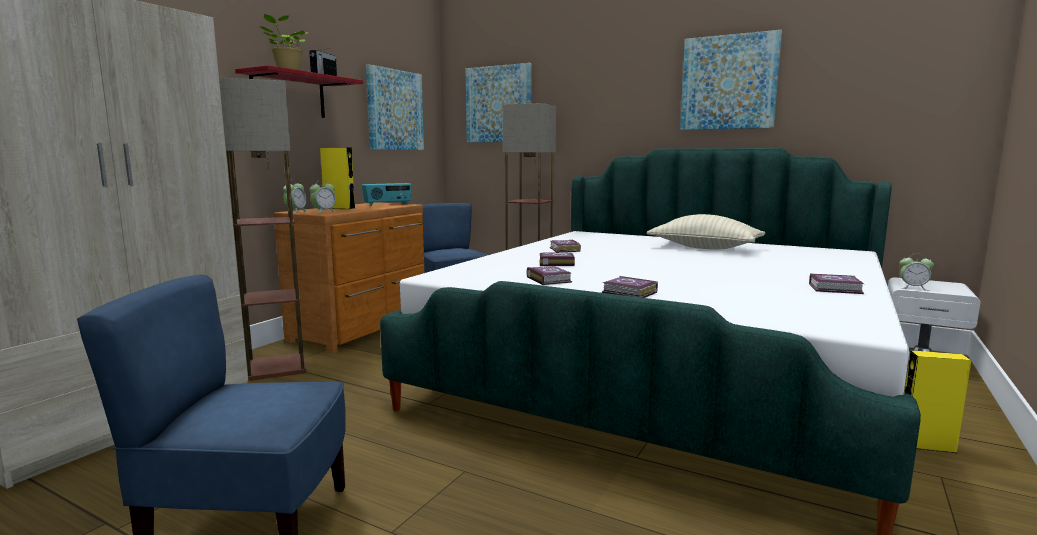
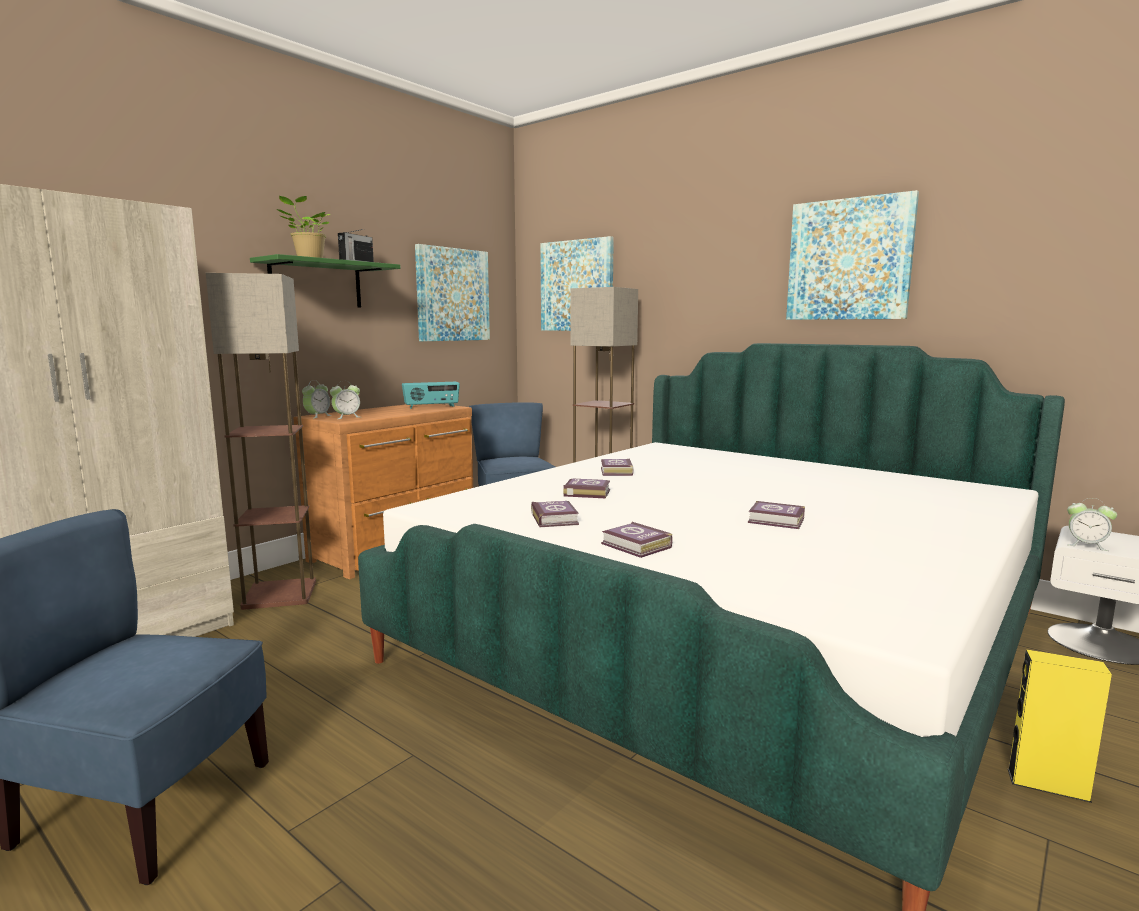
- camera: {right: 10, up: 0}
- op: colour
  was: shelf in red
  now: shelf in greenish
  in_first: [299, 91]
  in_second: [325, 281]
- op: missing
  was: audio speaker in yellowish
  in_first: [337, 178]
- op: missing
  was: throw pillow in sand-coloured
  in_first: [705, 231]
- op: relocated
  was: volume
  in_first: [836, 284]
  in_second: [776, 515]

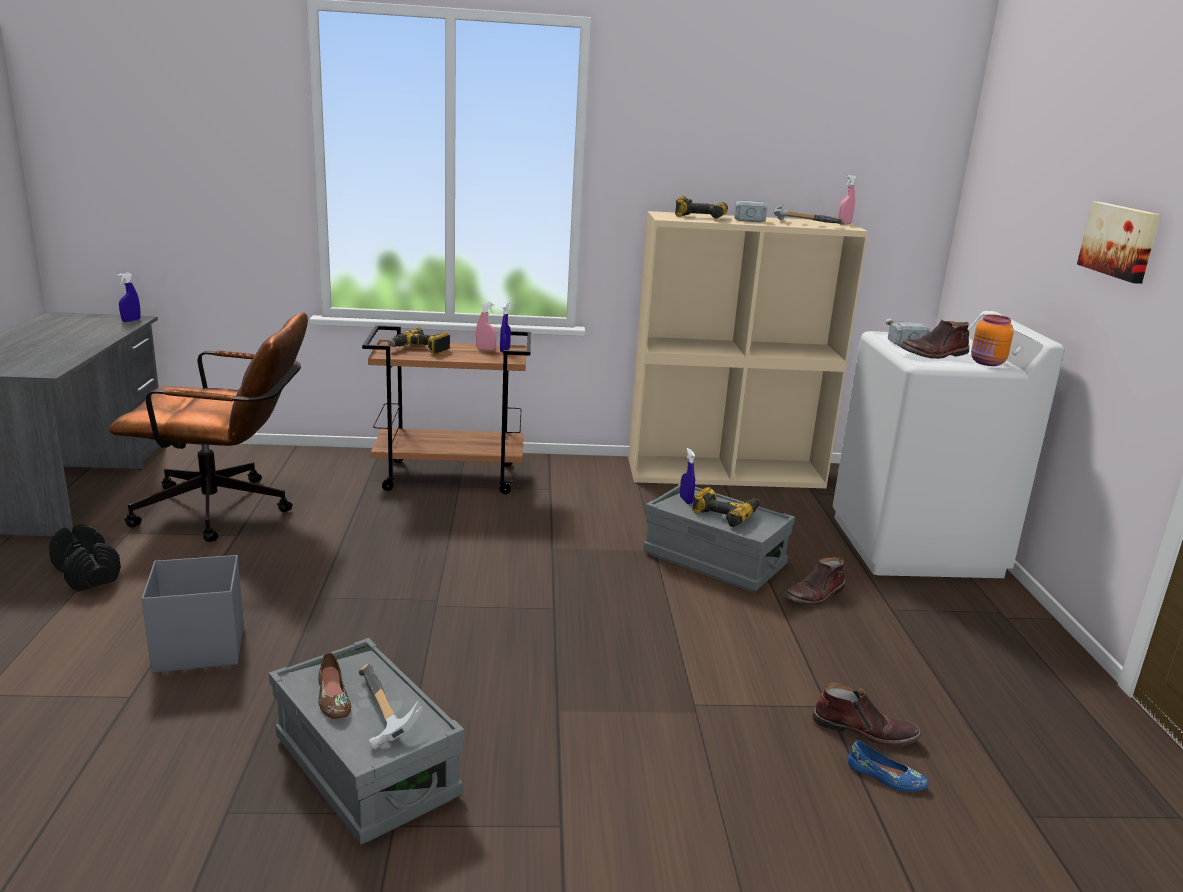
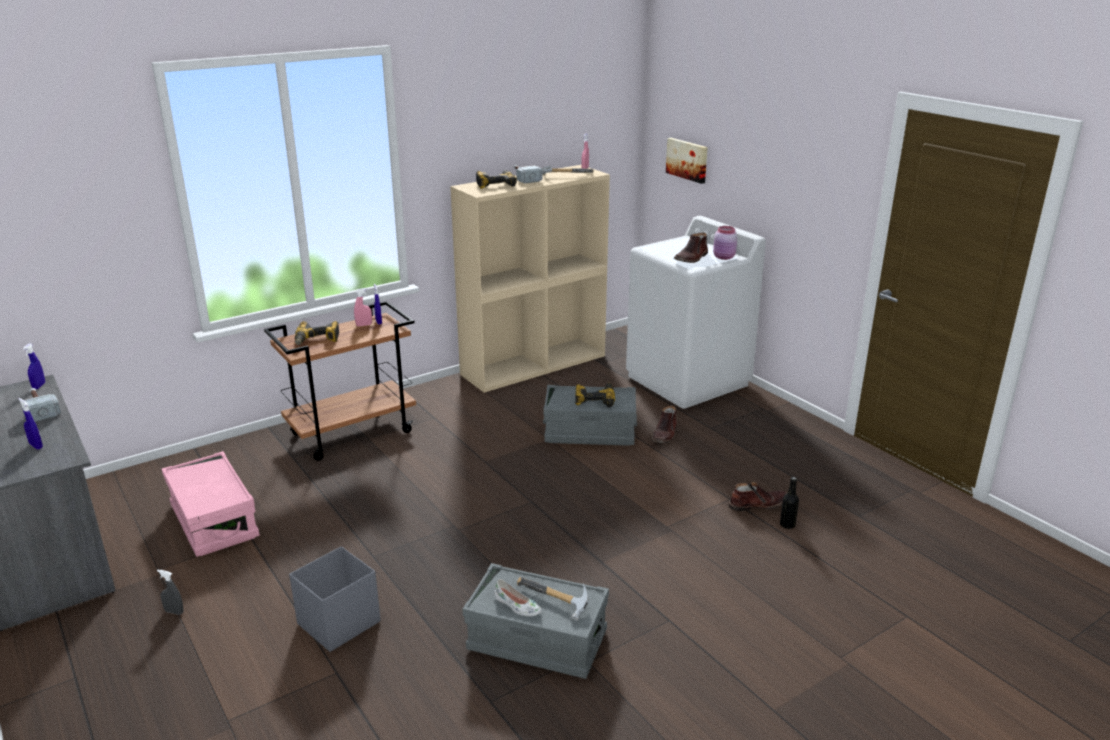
- camera: {right: -30, up: 5}
- op: exchanged
  was: hand weight in black
  now: hand sprayer in greyish
  in_first: [85, 558]
  in_second: [170, 592]
- op: exchanged
  was: desk chair in brown
  now: storage container in pink-coloured
  in_first: [208, 427]
  in_second: [211, 504]
- op: colour
  was: low shoe in brown
  now: low shoe in whitish
  in_first: [334, 685]
  in_second: [518, 597]
- op: relocated
  was: hand sprayer in blue-coloured
  in_first: [687, 476]
  in_second: [30, 423]
- op: exchanged
  was: low shoe in blue-coloured
  now: beverage bottle in black
  in_first: [888, 765]
  in_second: [789, 503]
- op: relocated
  was: tool hammer
  in_first: [908, 332]
  in_second: [41, 405]
- op: colour
  was: storage jar in orange
  now: storage jar in pink-coloured
  in_first: [992, 340]
  in_second: [725, 243]
- op: relocated
  was: wall art
  in_first: [1119, 242]
  in_second: [687, 161]

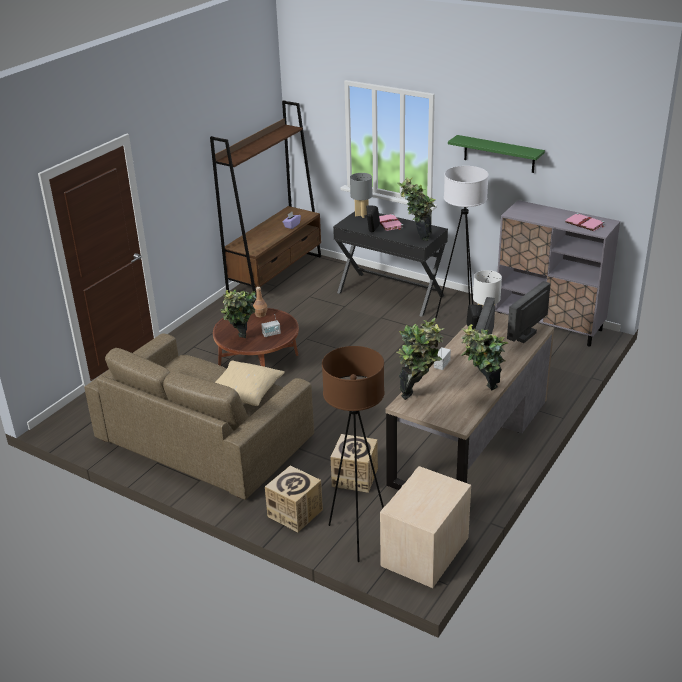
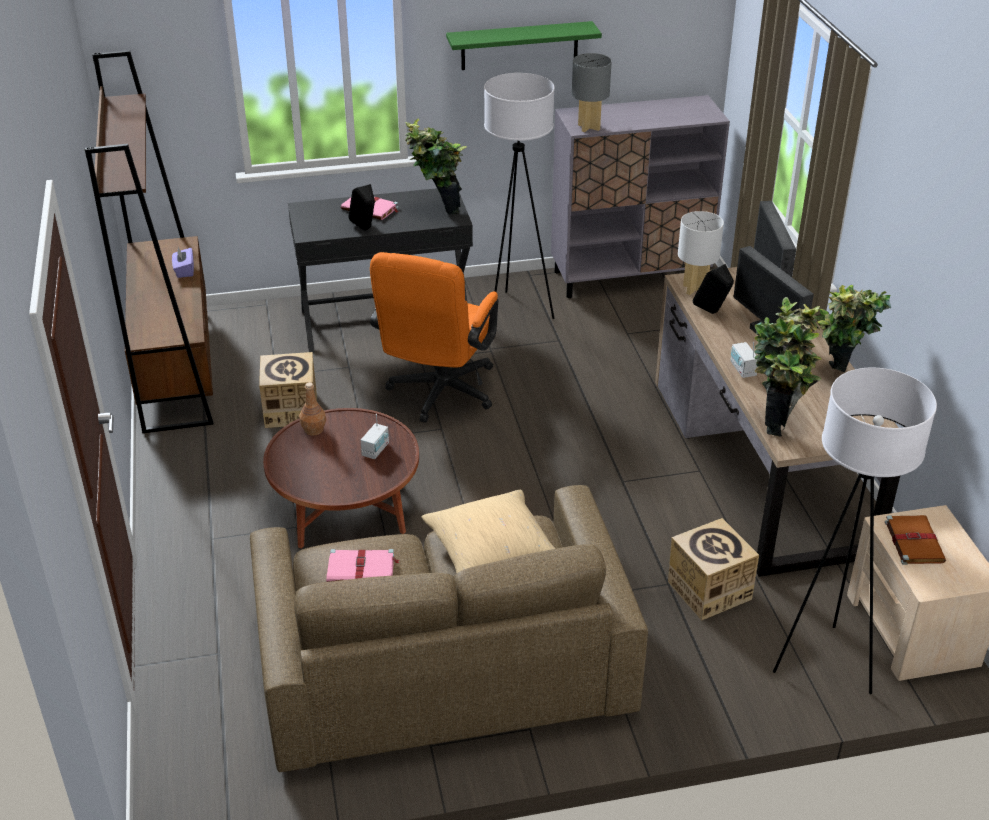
- camera: {right: -45, up: 5}
- op: missing
  was: potted plant
  in_first: [238, 314]
- op: relocated
  was: packing box
  in_first: [294, 498]
  in_second: [288, 390]
- op: colour
  was: standing lamp in brown
  now: standing lamp in whitish
  in_first: [353, 454]
  in_second: [855, 531]
- op: relocated
  was: tabletop lamp in greyish
  in_first: [361, 195]
  in_second: [592, 92]
- op: relocated
  was: volume in pink-coloured
  in_first: [585, 222]
  in_second: [362, 565]
- op: appeared
  now: desk chair in orange
  in_second: [434, 337]
- op: appeared
  now: volume in brown
  in_second: [915, 540]

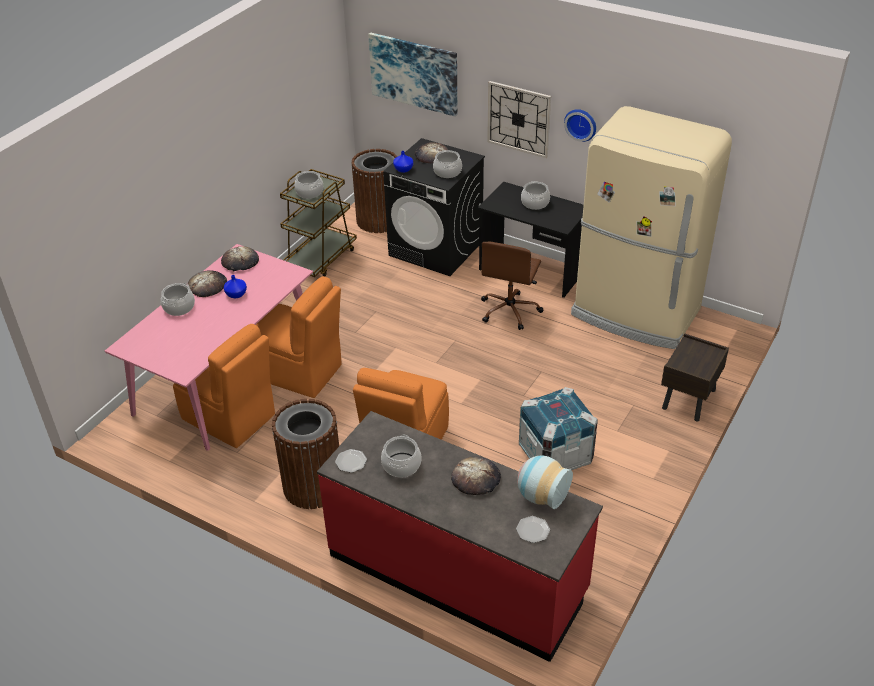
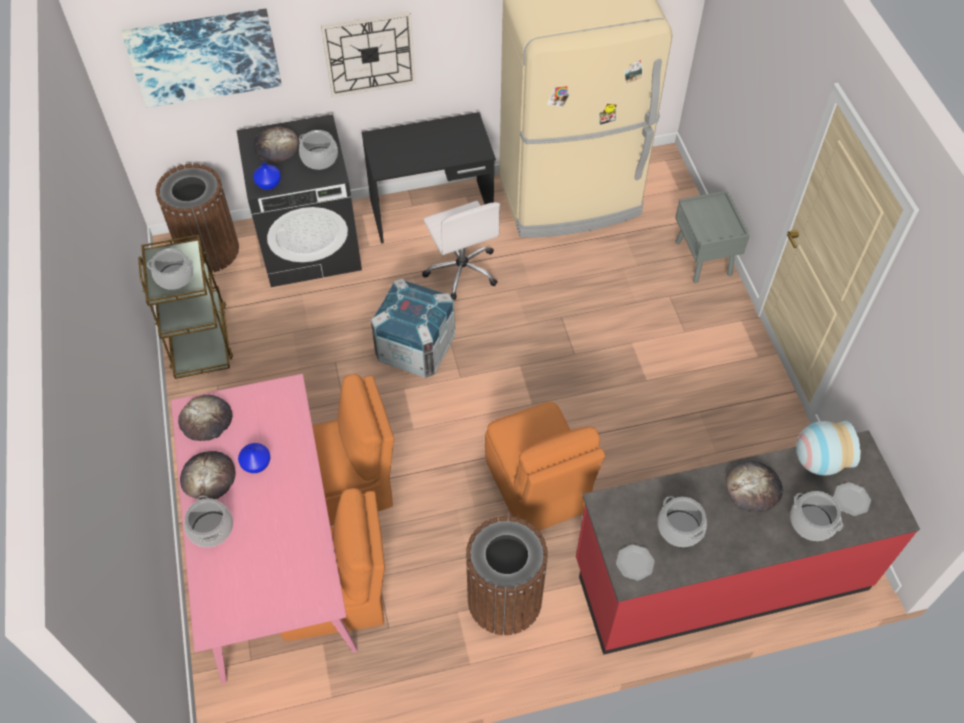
- camera: {right: -45, up: 15}
- op: colour
  was: desk chair in brown
  now: desk chair in whitish
  in_first: [512, 285]
  in_second: [461, 250]
- op: relocated
  was: packing crate
  in_first: [558, 428]
  in_second: [413, 328]
- op: relocated
  was: cooking pot
  in_first: [535, 195]
  in_second: [816, 516]
- op: missing
  was: hanging clock
  in_first: [580, 125]
- op: colour
  was: bedside table in brown
  now: bedside table in greyish
  in_first: [695, 377]
  in_second: [712, 237]

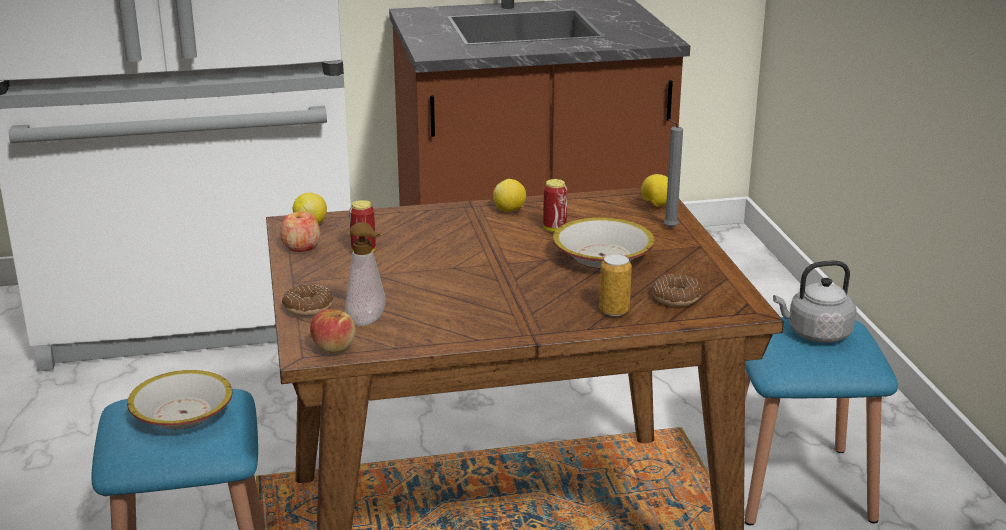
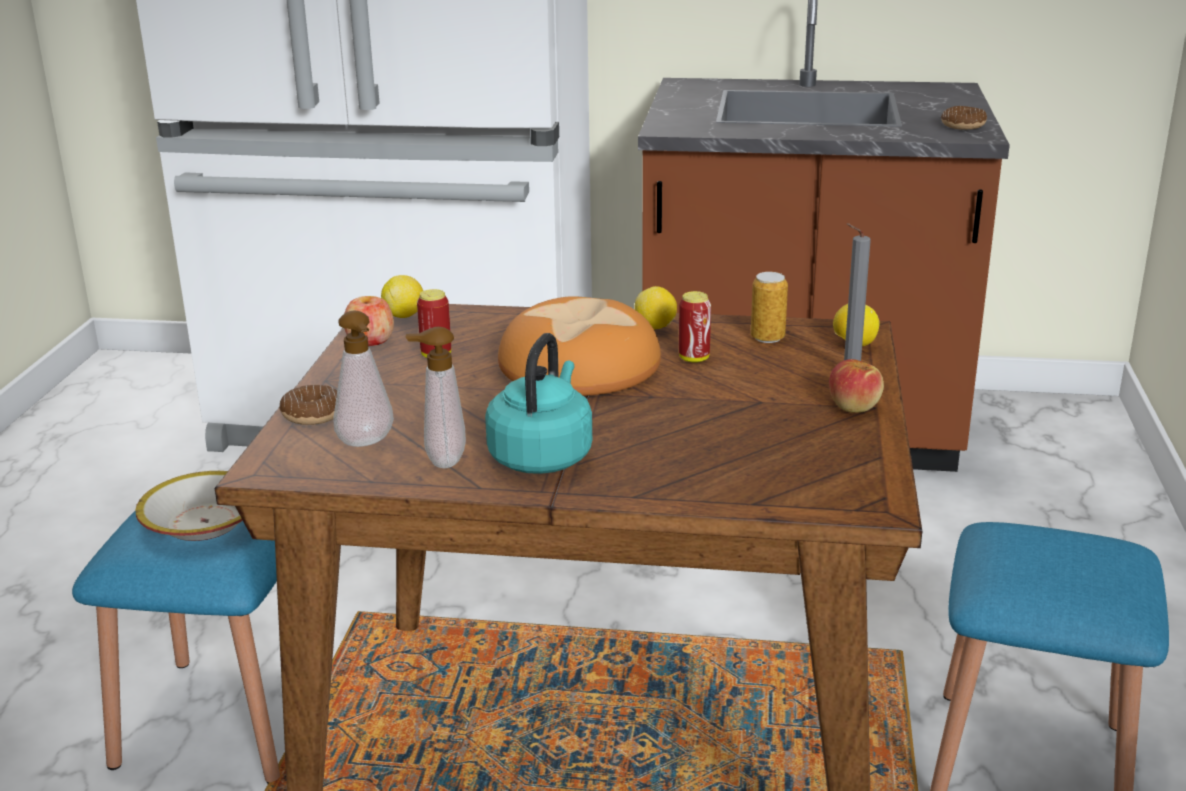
- camera: {right: 20, up: 0}
- op: relocated
  was: apple
  in_first: [332, 331]
  in_second: [856, 386]
- op: missing
  was: bowl
  in_first: [604, 243]
- op: relocated
  was: metal can
  in_first: [615, 285]
  in_second: [769, 307]
- op: relocated
  was: doughnut
  in_first: [677, 290]
  in_second: [964, 118]
- op: missing
  was: tea kettle in greyish
  in_first: [814, 301]
- op: appeared
  now: soap bottle
  in_second: [435, 397]
- op: appeared
  now: tea kettle in blue-green
  in_second: [538, 403]
- op: appeared
  now: baked bread
  in_second: [579, 346]

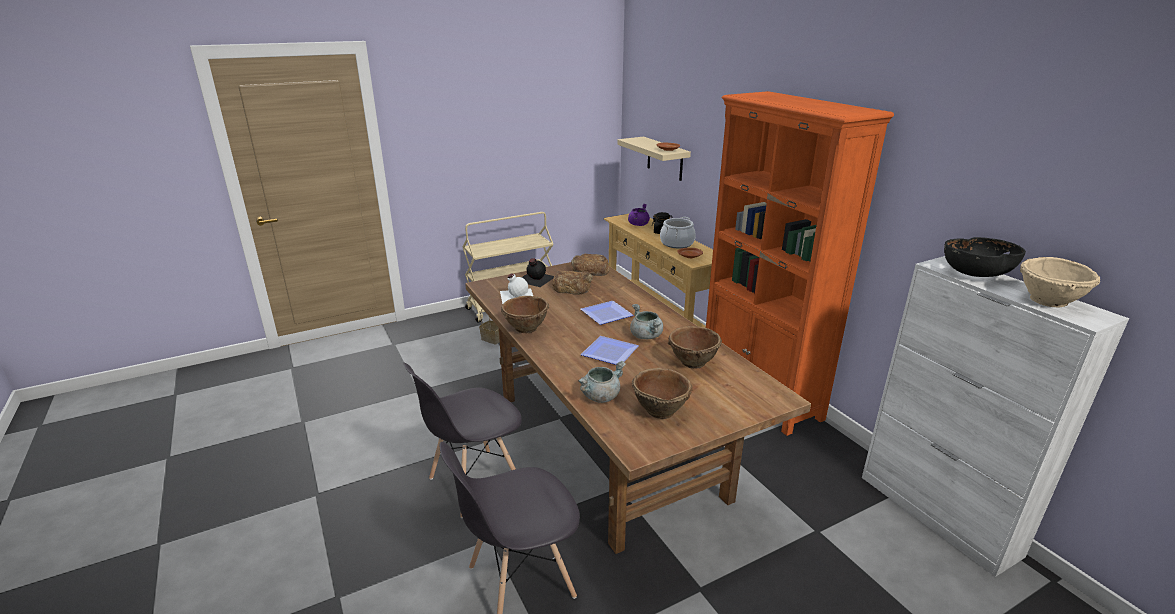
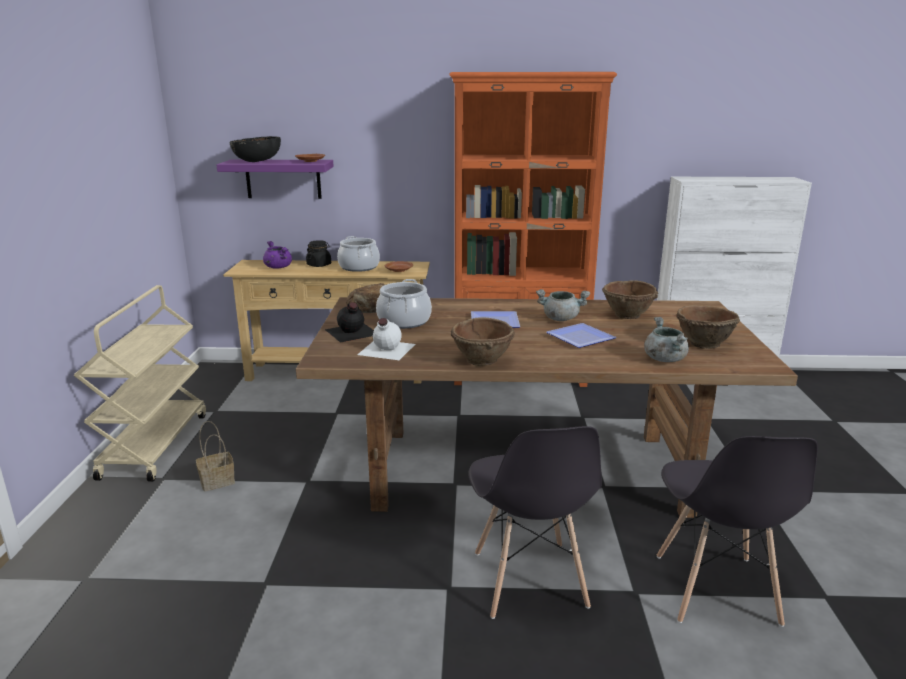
- camera: {right: -60, up: -5}
- op: exchanged
  was: baked bread
  now: cooking pot
  in_first: [572, 283]
  in_second: [404, 304]
- op: colour
  was: shelf in sand-coloured
  now: shelf in purple-coloured
  in_first: [654, 159]
  in_second: [275, 179]
- op: relocated
  was: bowl in black
  in_first: [985, 257]
  in_second: [255, 149]
- op: missing
  was: bowl in sand-coloured
  in_first: [1060, 282]

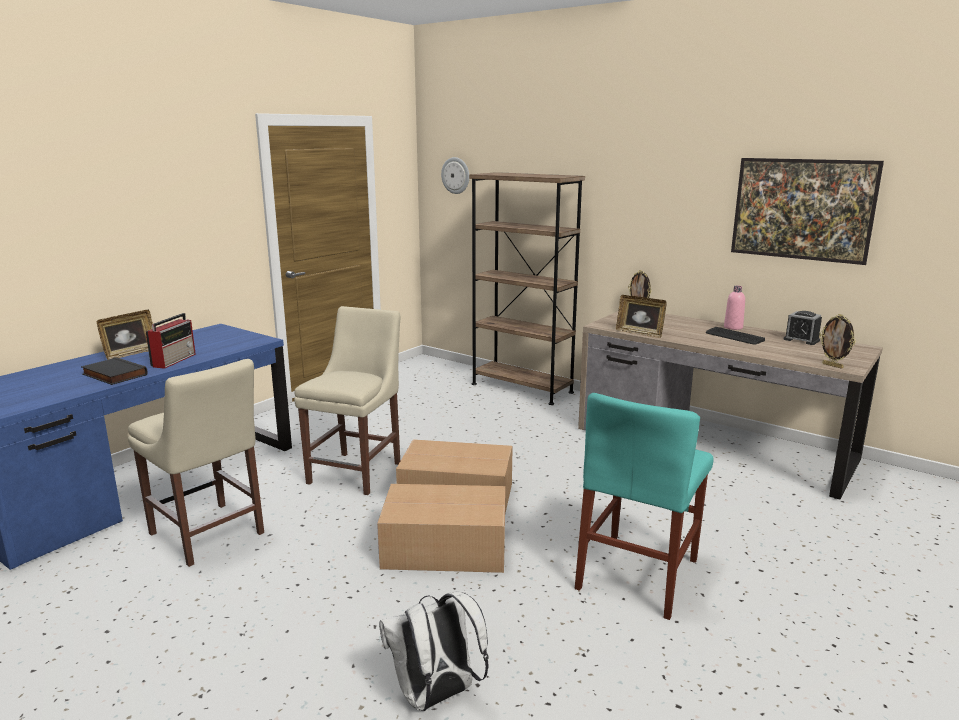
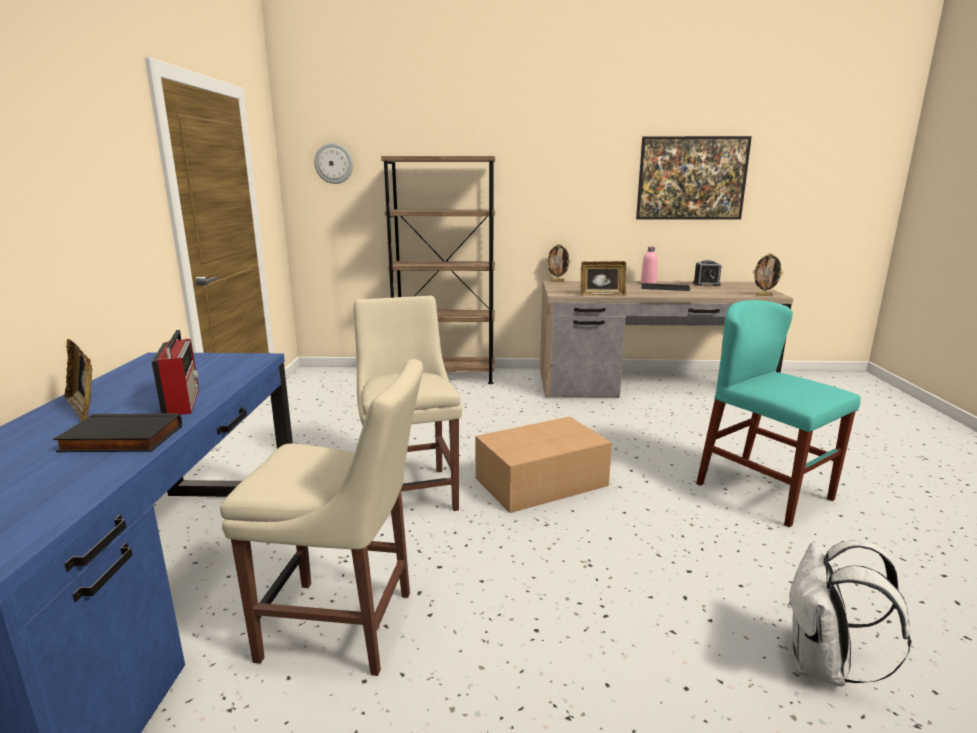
- camera: {right: -35, up: 0}
- op: spun
  was: photo frame
  in_first: [124, 335]
  in_second: [78, 380]
  clockwise: 135
- op: missing
  was: packing box
  in_first: [441, 528]
- op: spun
  was: plain chair in blue-green
  in_first: [644, 506]
  in_second: [778, 414]
  clockwise: 150

